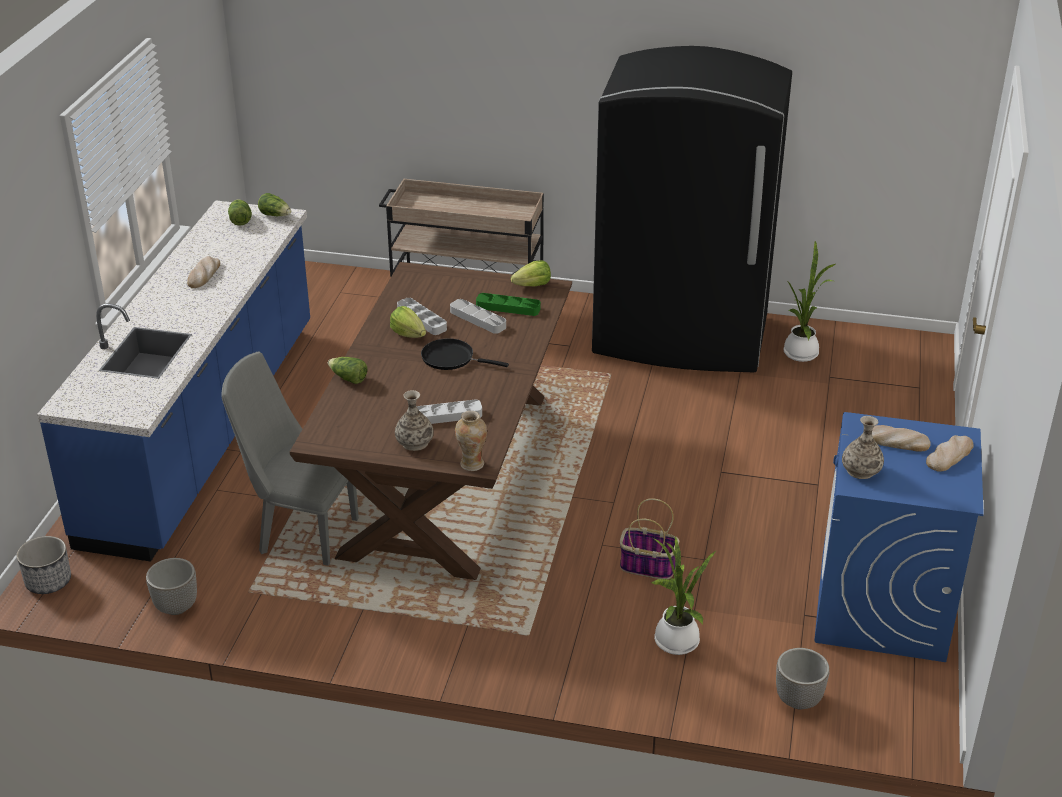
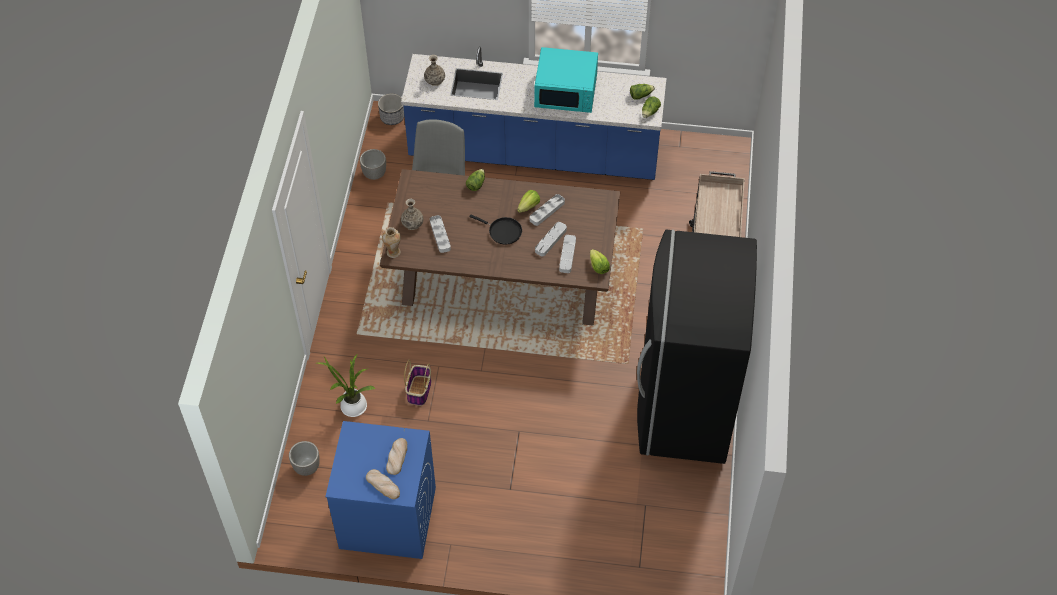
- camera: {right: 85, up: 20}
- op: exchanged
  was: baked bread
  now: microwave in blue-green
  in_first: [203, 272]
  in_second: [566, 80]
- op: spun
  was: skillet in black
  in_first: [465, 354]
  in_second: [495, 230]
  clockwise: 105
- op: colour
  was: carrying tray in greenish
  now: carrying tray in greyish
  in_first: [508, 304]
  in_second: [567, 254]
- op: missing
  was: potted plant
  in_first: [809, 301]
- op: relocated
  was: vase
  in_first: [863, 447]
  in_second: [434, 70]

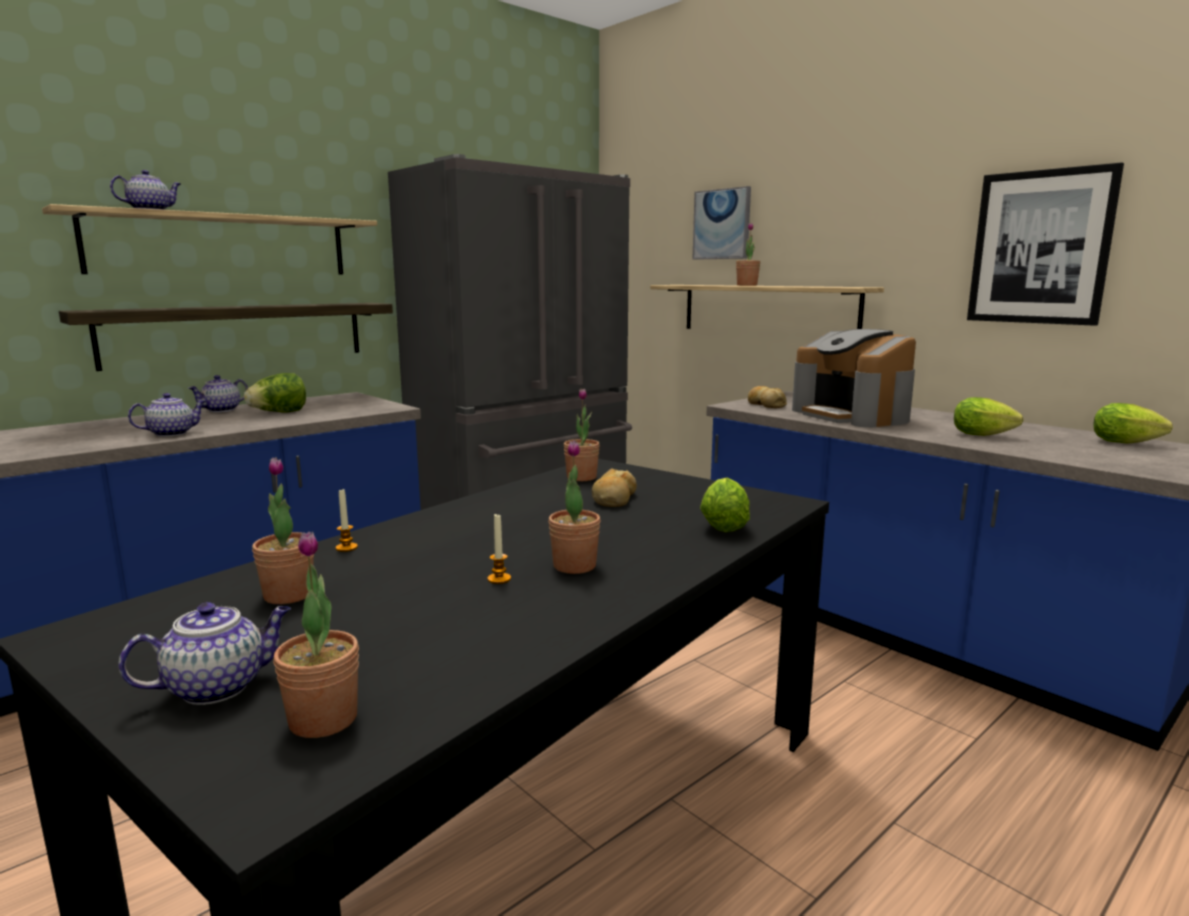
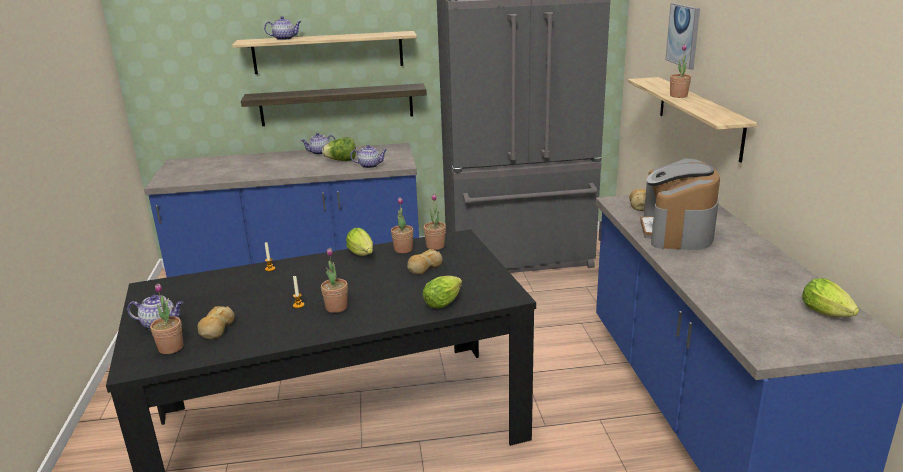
- camera: {right: 35, up: 10}
- op: relocated
  was: teapot
  in_first: [167, 415]
  in_second: [368, 156]
- op: relocated
  was: potted plant
  in_first: [283, 530]
  in_second: [402, 225]
- op: relocated
  was: lettuce head
  in_first: [988, 416]
  in_second: [359, 242]
- op: missing
  was: wall art
  in_first: [1045, 244]
- op: appeared
  now: baked bread
  in_second: [216, 322]

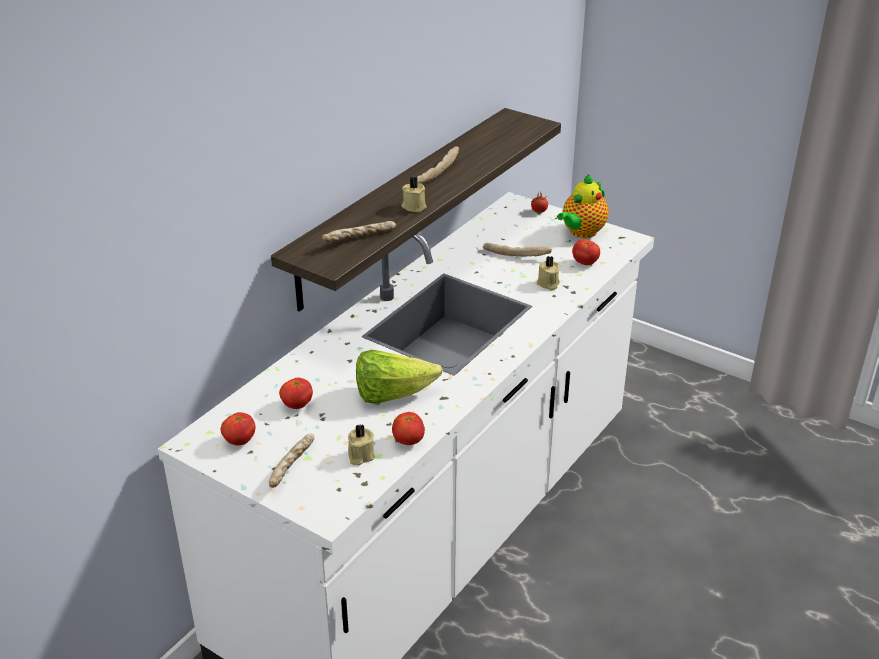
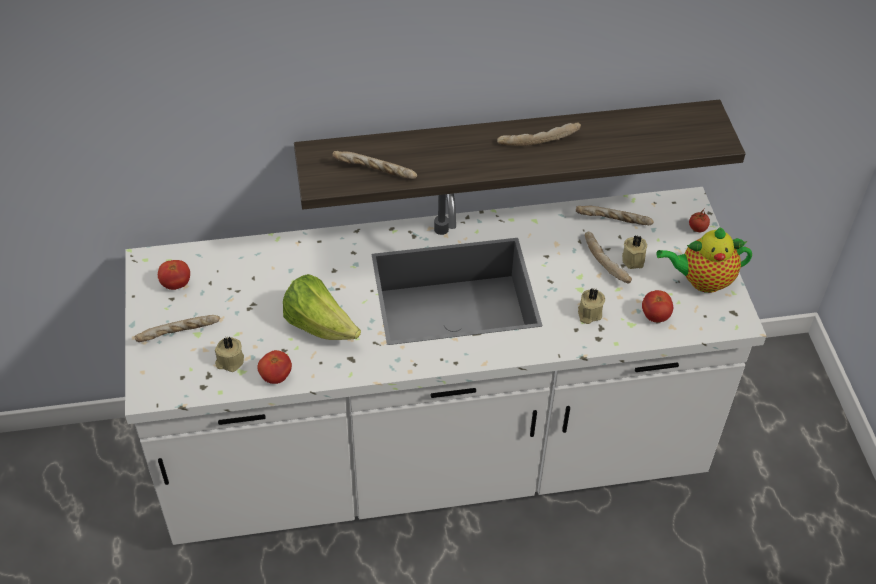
- camera: {right: 45, up: 15}
- op: missing
  was: whole tomato
  in_first: [296, 393]
- op: relocated
  was: candle in sand-coloured
  in_first: [414, 194]
  in_second: [634, 252]
- op: appeared
  now: baked bread
  in_second: [615, 215]

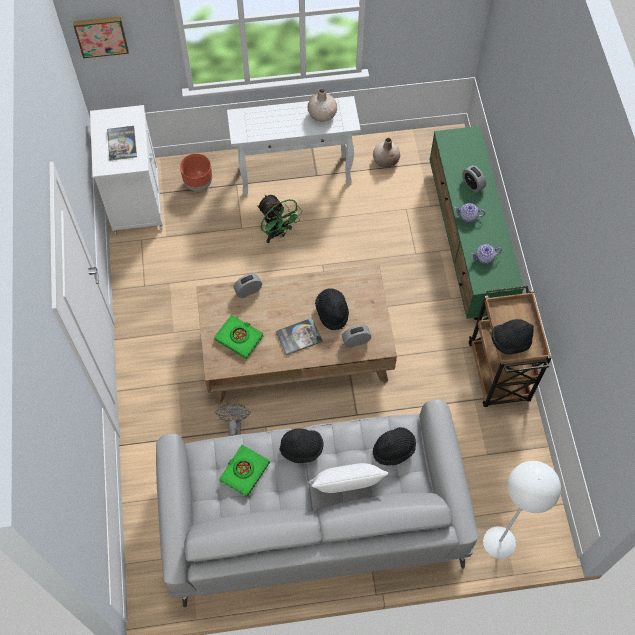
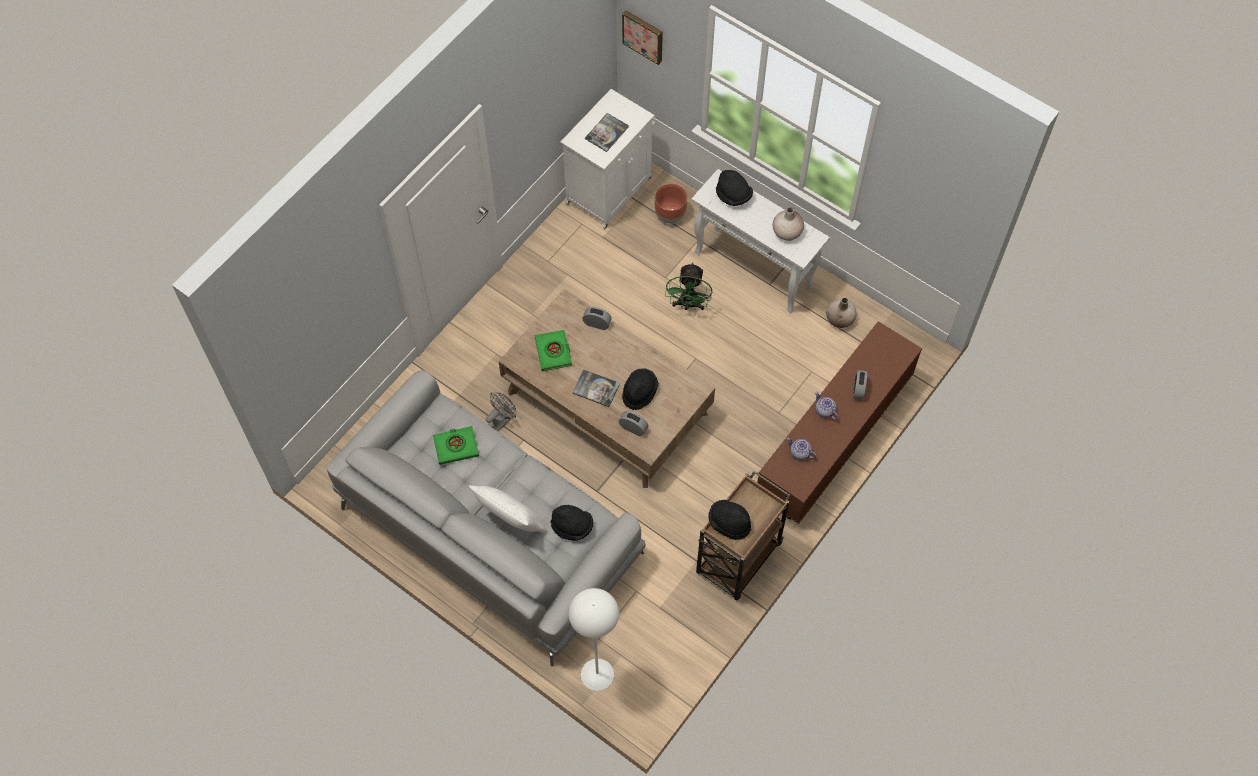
- camera: {right: 45, up: 0}
- op: relocated
  was: hat in black
  in_first: [302, 446]
  in_second: [734, 188]
- op: colour
  was: tv stand in greenish
  now: tv stand in brown
  in_first: [476, 223]
  in_second: [839, 422]

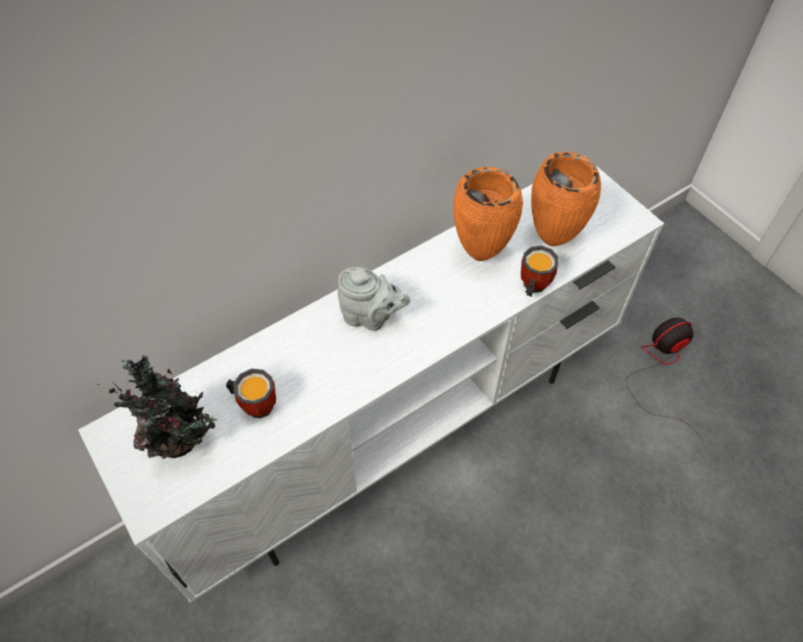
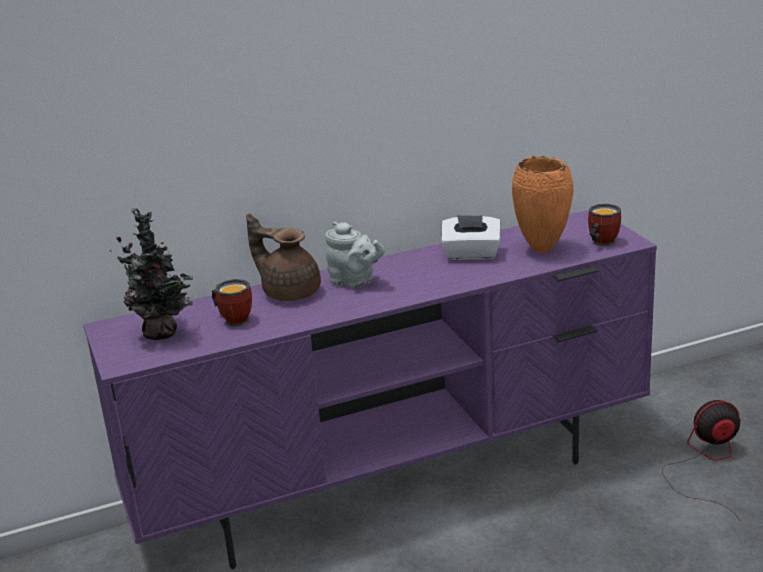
- camera: {right: 15, up: -30}
- op: colour
  was: tv stand in whitish
  now: tv stand in purple-coloured
  in_first: [371, 379]
  in_second: [370, 389]
- op: exchanged
  was: vase in orange
  now: tissue holder in whitish
  in_first: [488, 214]
  in_second: [471, 237]
- op: relocated
  was: mug
  in_first: [539, 271]
  in_second: [604, 225]
- op: appeared
  now: teapot in brown
  in_second: [283, 257]

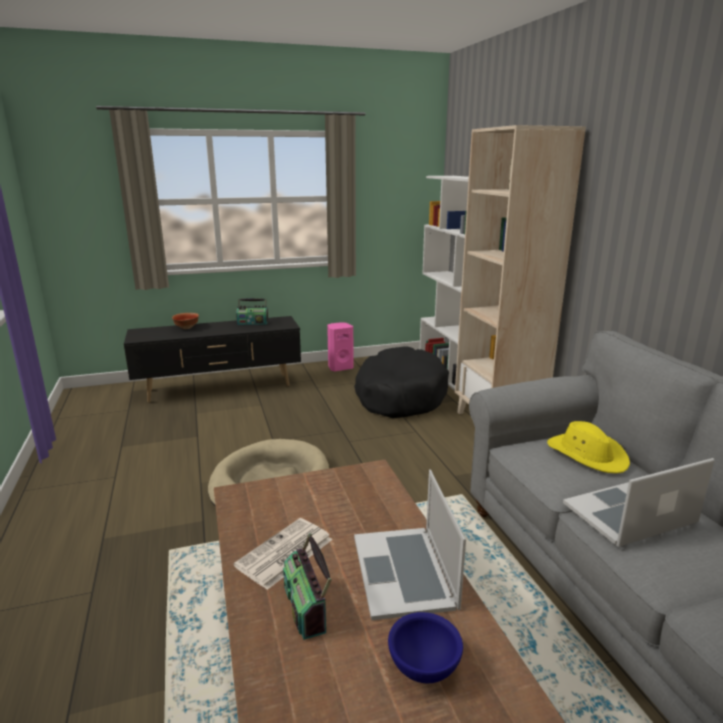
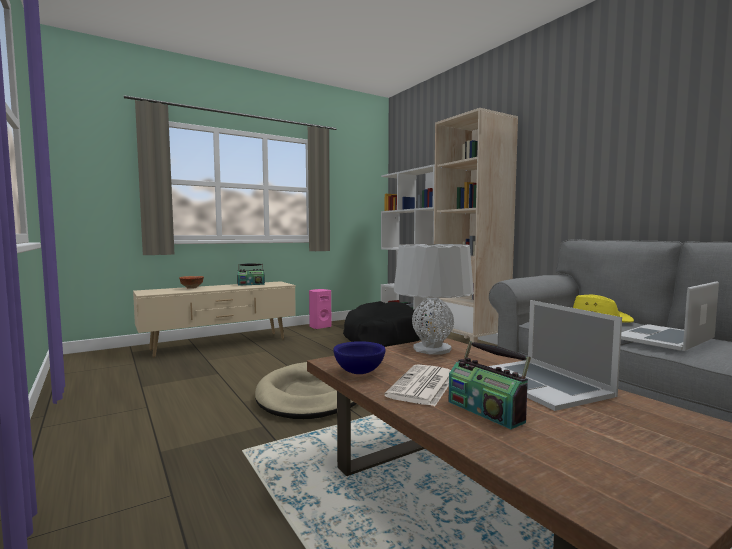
- camera: {right: -15, up: -15}
- op: colour
  was: tv stand in black
  now: tv stand in sand-coloured
  in_first: [212, 359]
  in_second: [214, 319]
- op: relocated
  was: bowl in blue-coloured
  in_first: [425, 647]
  in_second: [359, 357]
- op: appeared
  now: tabletop lamp in greyish
  in_second: [434, 299]

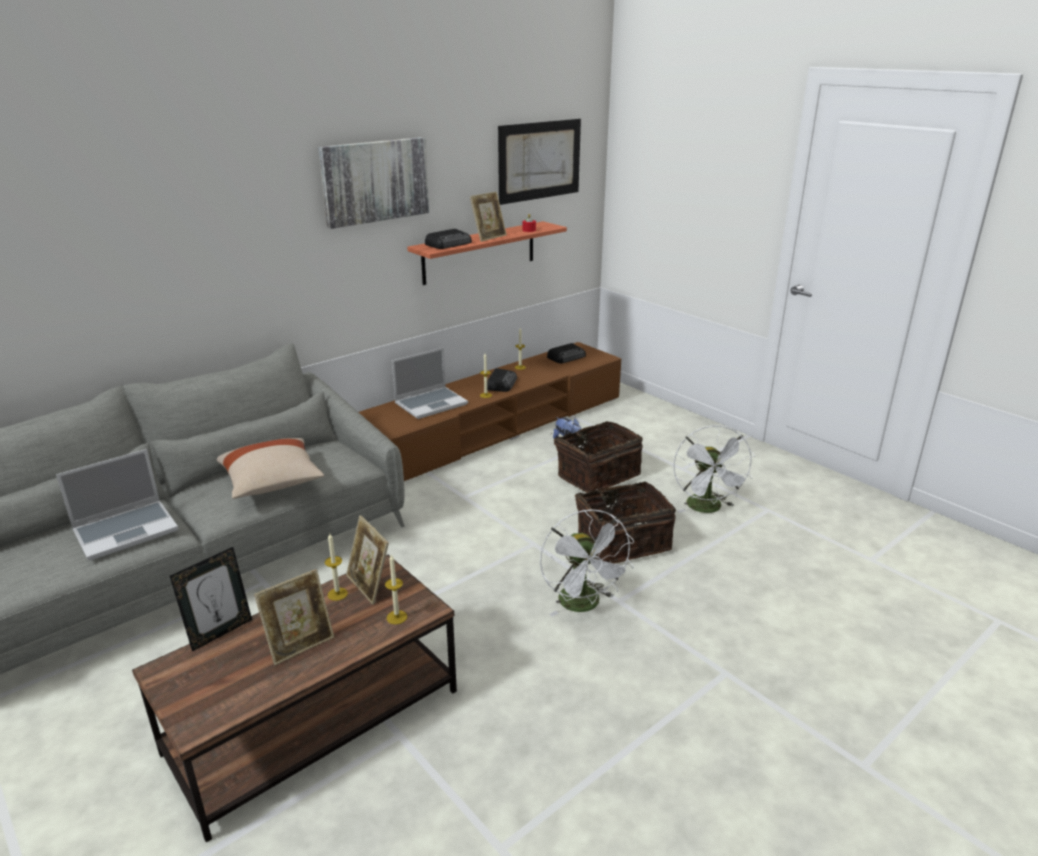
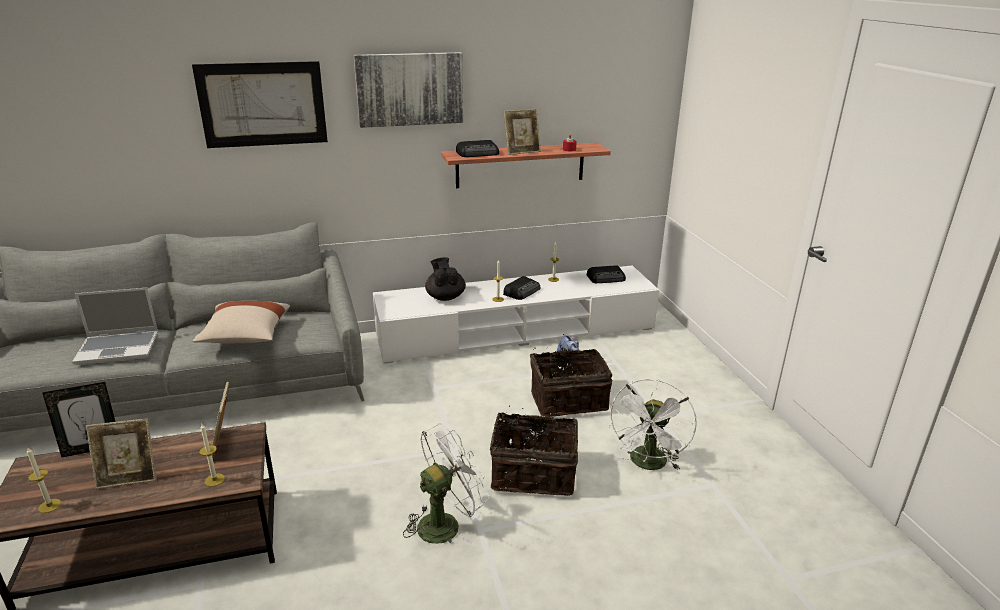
- camera: {right: 25, up: 0}
- op: relocated
  was: candle
  in_first: [336, 567]
  in_second: [44, 480]
- op: colour
  was: tv stand in brown
  now: tv stand in whitish
  in_first: [490, 411]
  in_second: [516, 314]
- op: exchanged
  was: portable computer
  now: teapot in black
  in_first: [430, 383]
  in_second: [445, 279]
- op: relocated
  was: wall art
  in_first: [539, 162]
  in_second: [260, 104]
- op: spun
  was: electric fan in whitish
  in_first: [587, 563]
  in_second: [446, 484]
  clockwise: -135

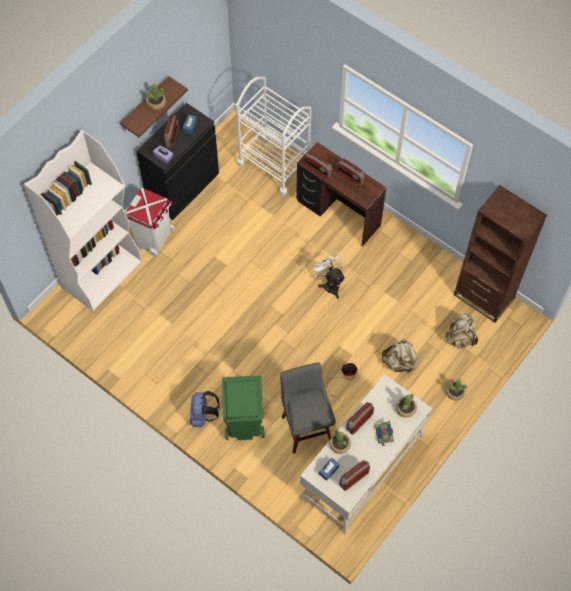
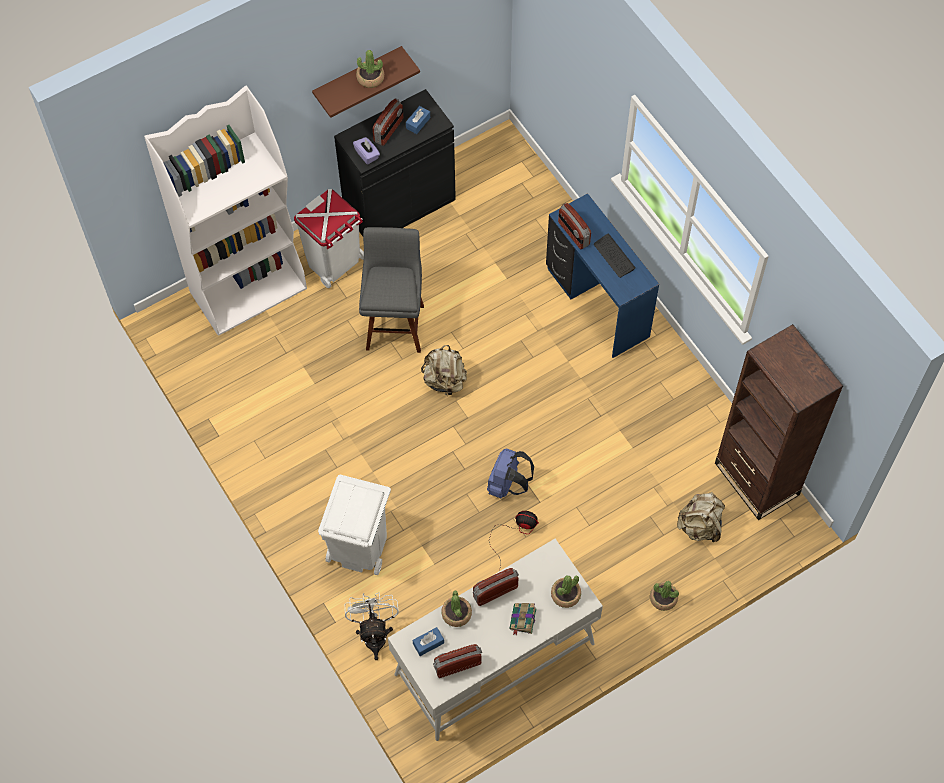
- camera: {right: 20, up: 0}
- op: relocated
  was: rucksack in blue-coloured
  in_first: [205, 409]
  in_second: [510, 473]
- op: colour
  was: trash can in greenish
  now: trash can in whitish
  in_first: [243, 407]
  in_second: [354, 525]
- op: missing
  was: wheeled cart in whitish
  in_first: [274, 136]
- op: relocated
  was: stool seat in greyish
  in_first: [308, 408]
  in_second: [391, 290]
- op: colour
  was: desk unit in brown
  now: desk unit in blue-coloured
  in_first: [341, 194]
  in_second: [602, 275]
- op: relocated
  was: electric fan in whitish
  in_first: [328, 275]
  in_second: [372, 626]
- op: exchanged
  was: radio
  now: keyboard
  in_first: [351, 172]
  in_second: [615, 256]
- op: relocated
  was: rucksack in sand-coloured
  in_first: [400, 356]
  in_second: [444, 370]

